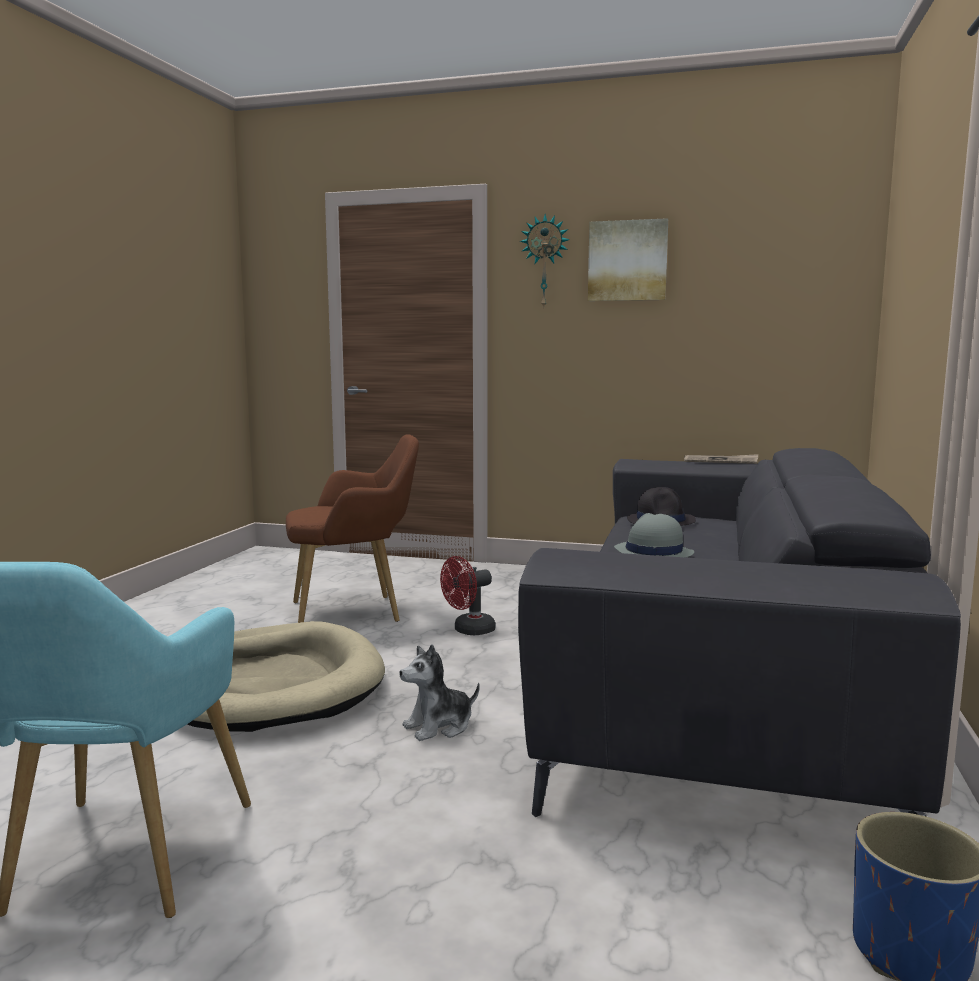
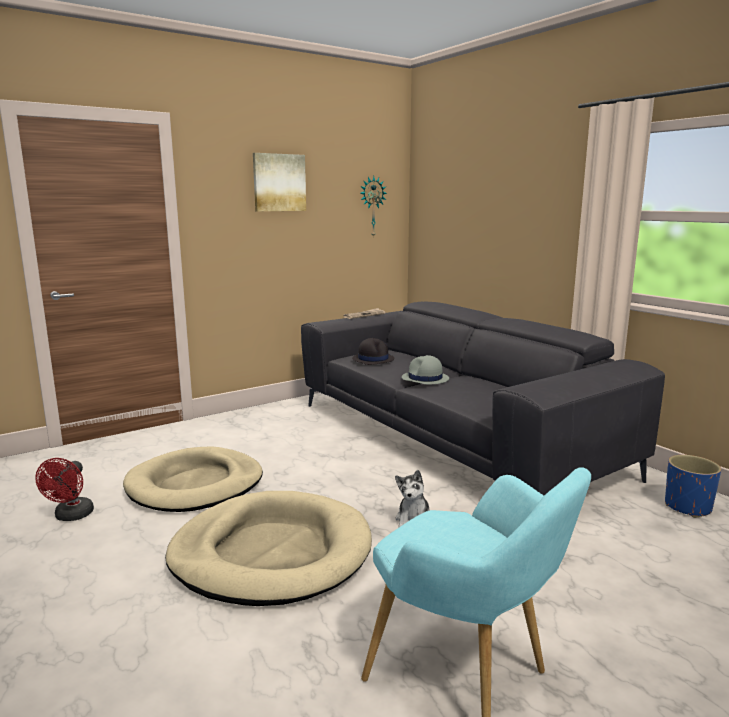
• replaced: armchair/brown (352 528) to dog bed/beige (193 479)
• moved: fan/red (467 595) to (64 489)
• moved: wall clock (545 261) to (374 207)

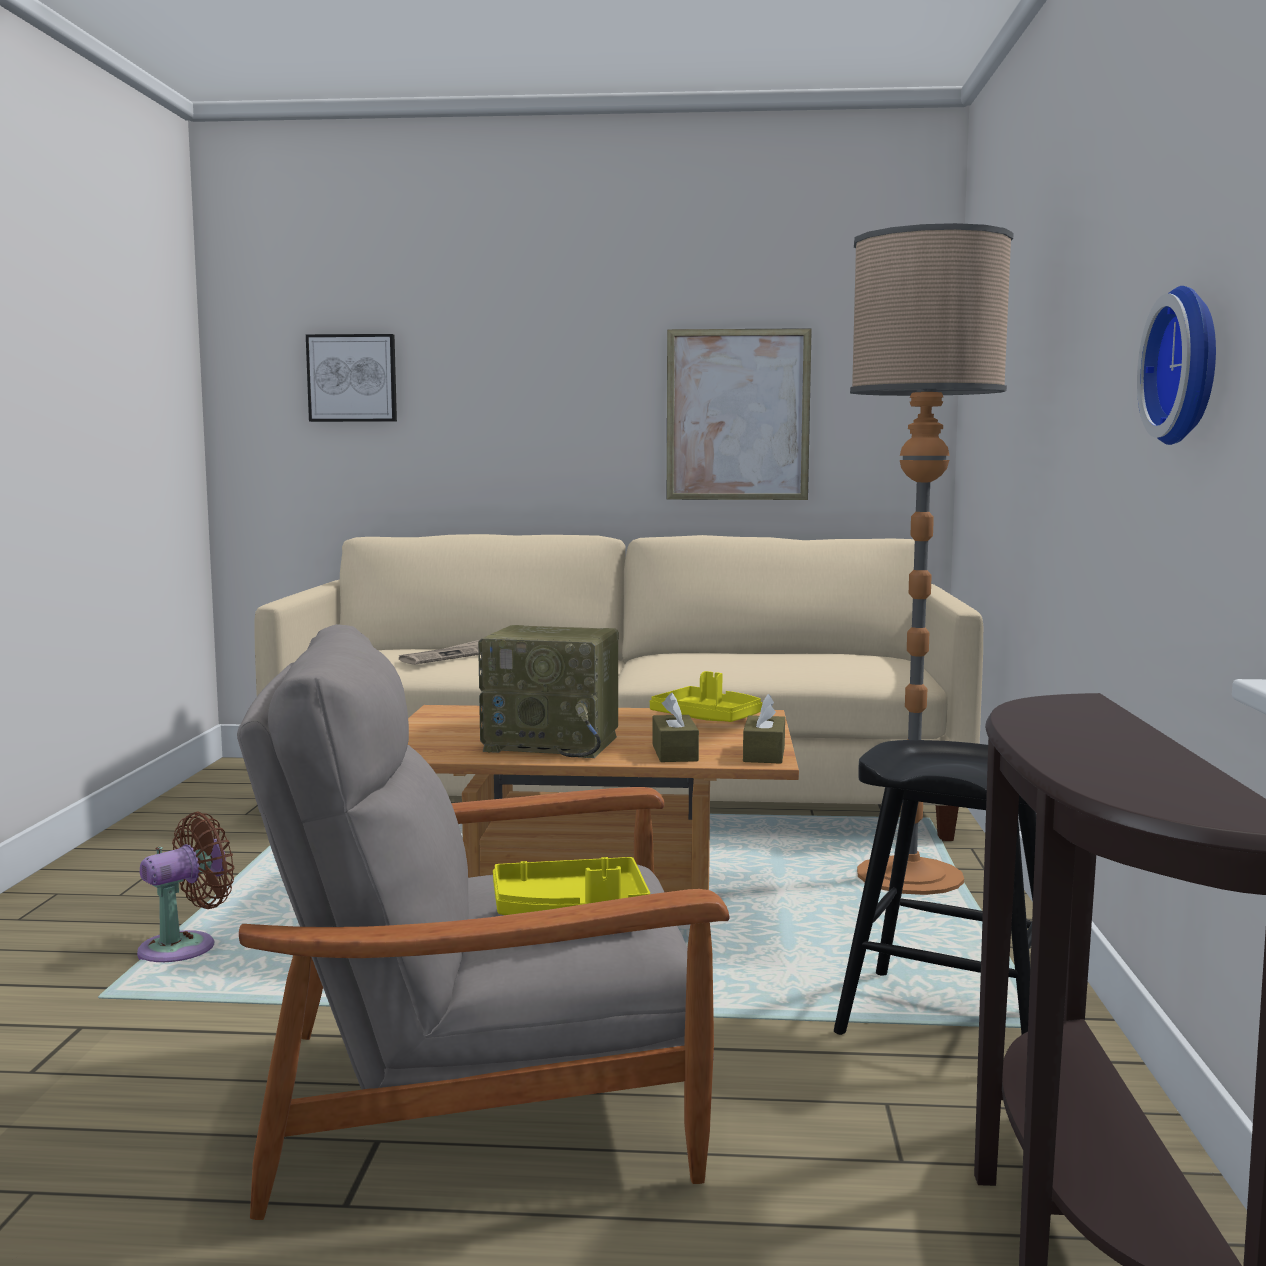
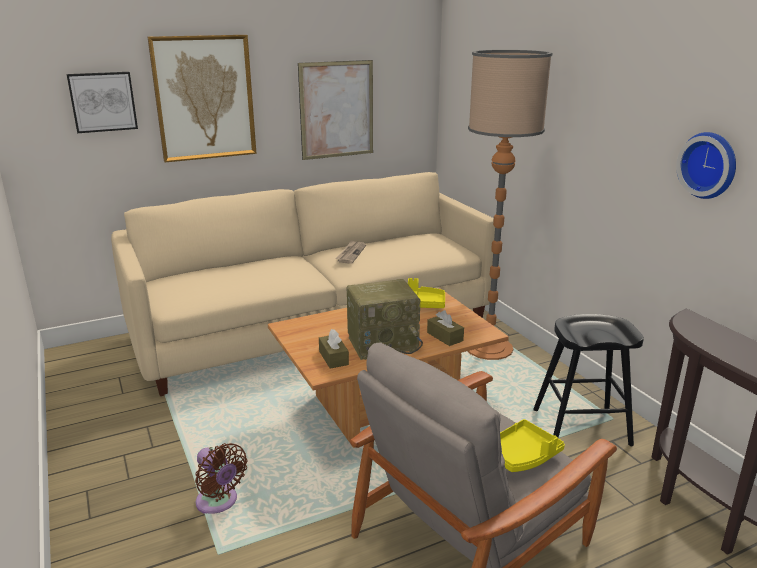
• turned: fan/brown (185 887) = (221 478) 120 degrees clockwise
• moved: newspaper (440 652) to (350 252)
• moved: tissue box/brown (764 729) to (334 349)
• added: picture (202 98)

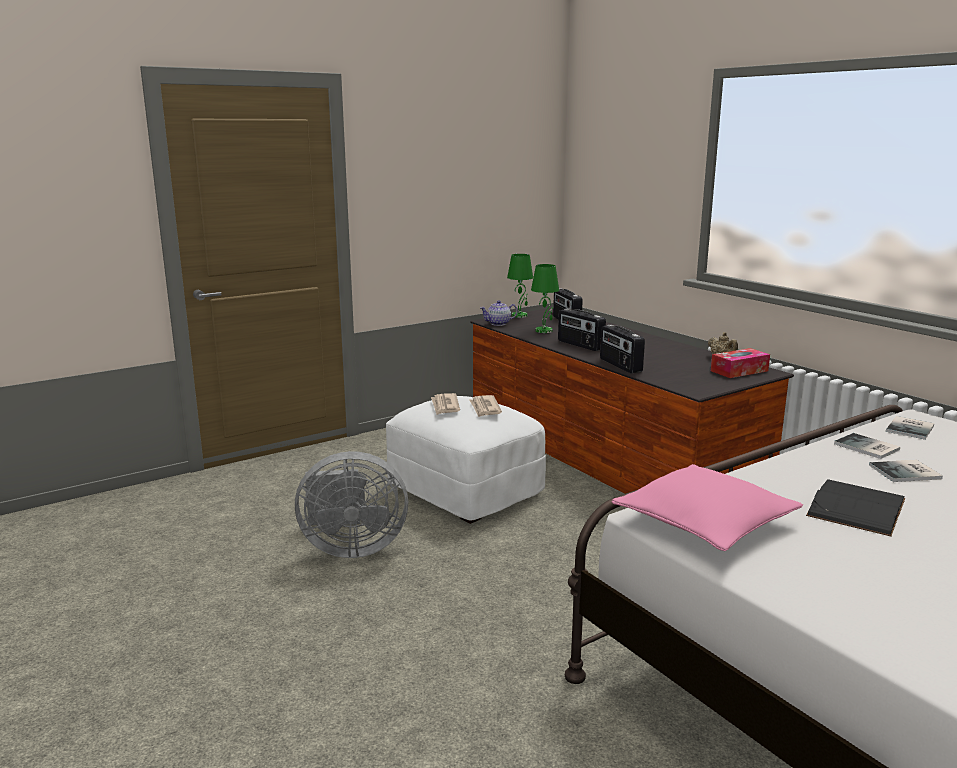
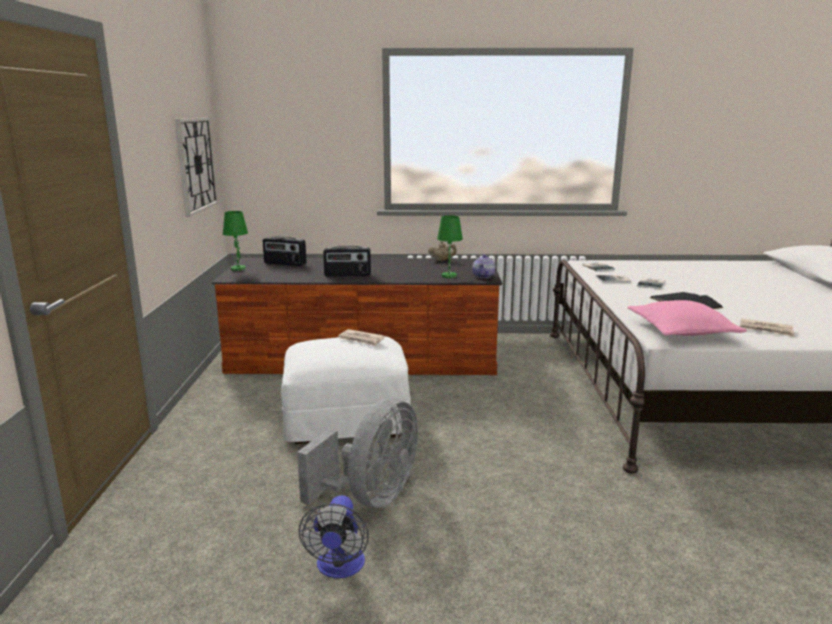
• moved: newspaper (445 404) to (767 328)
• moved: teapot (499 313) to (483 266)
• moved: table lamp/green (545 298) to (450 246)
• removed: radio (622 349)
• removed: tissue box (740 363)
• added: wall clock (197 167)
• added: fan (334 536)

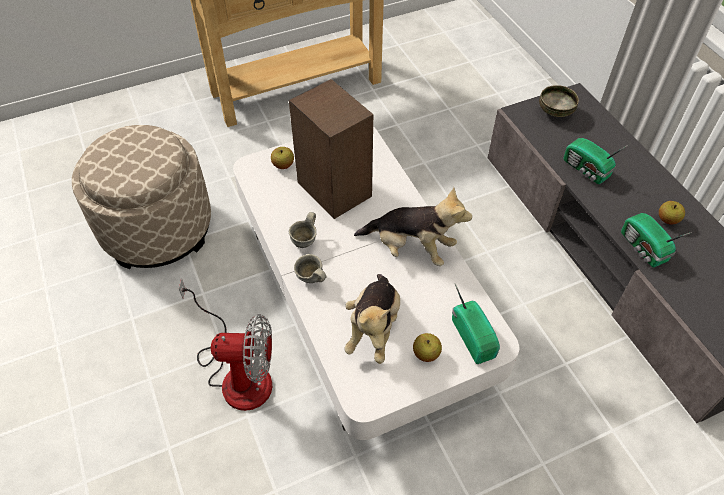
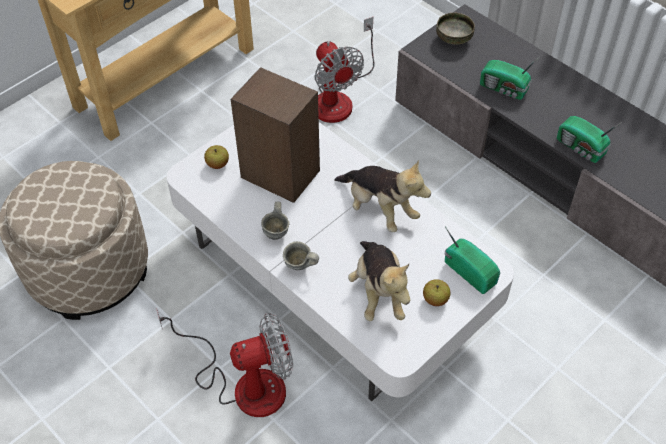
• turned: plush toy (413 226) = (382 196) 45 degrees clockwise
• removed: apple (672 213)
• added: fan (345 70)

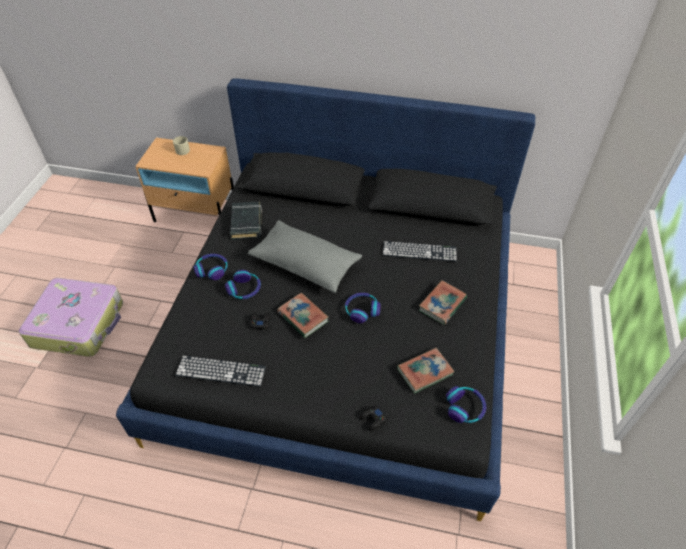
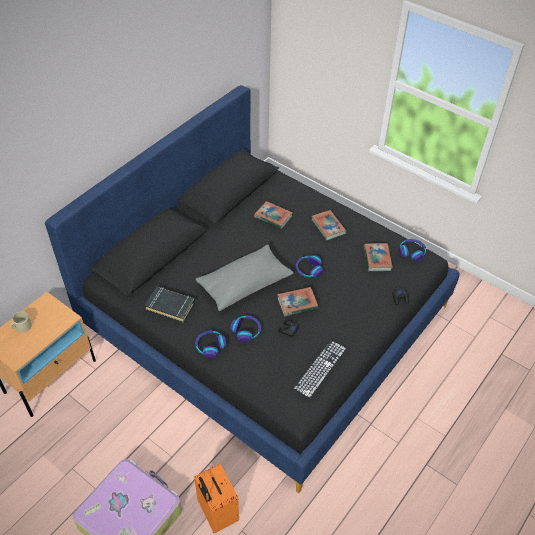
• replaced: keyboard (420 251) to book (273 215)
• added: suitcase/orange (216 499)

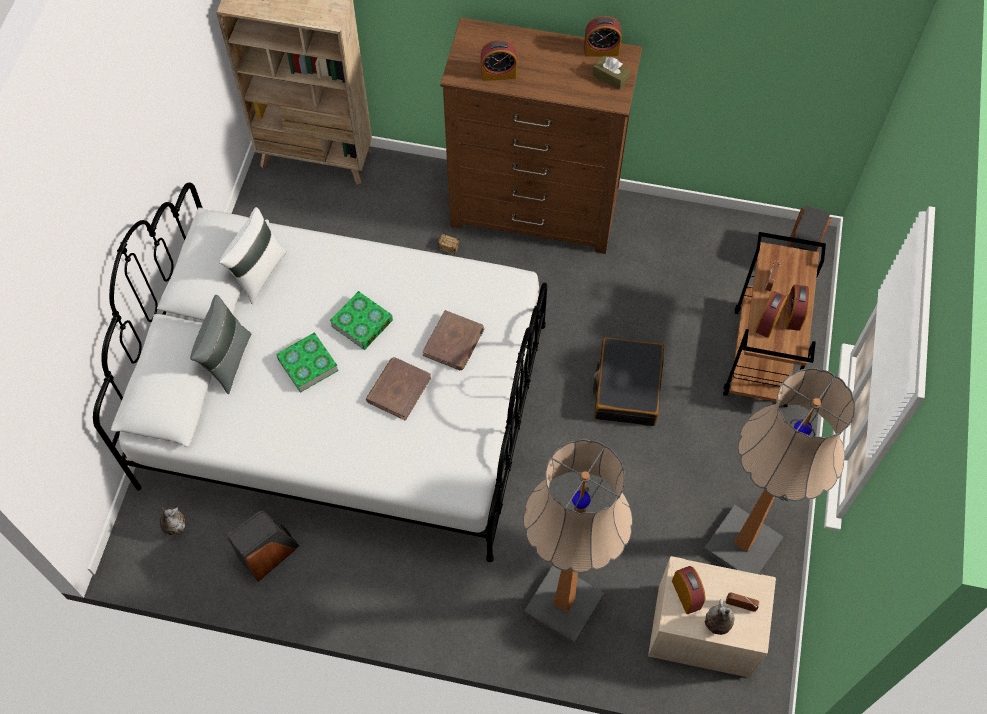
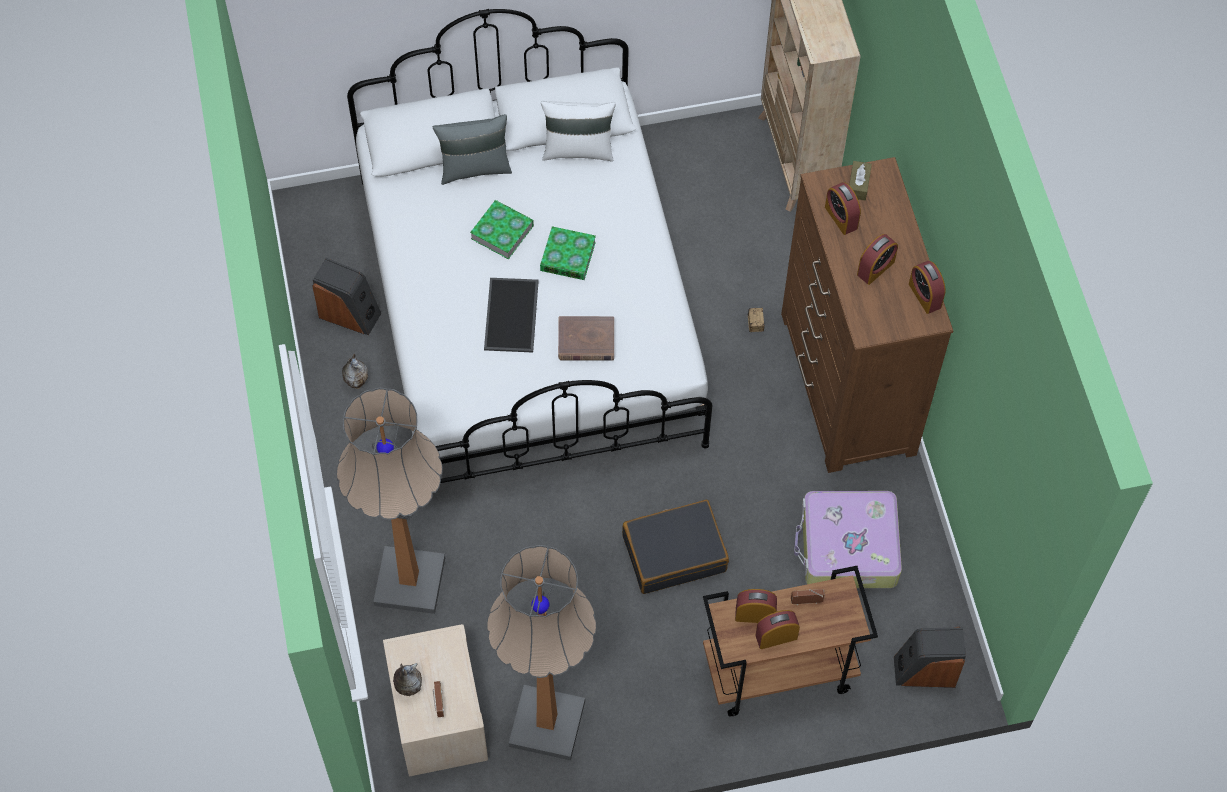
• moved: vase (173 521) to (355 371)
• replaced: book/brown (398 388) to tray (511 315)
• moved: tissue box/brown (611 73) to (860 180)
• moved: alarm clock (689 590) to (877 259)
• added: suitcase (848 539)

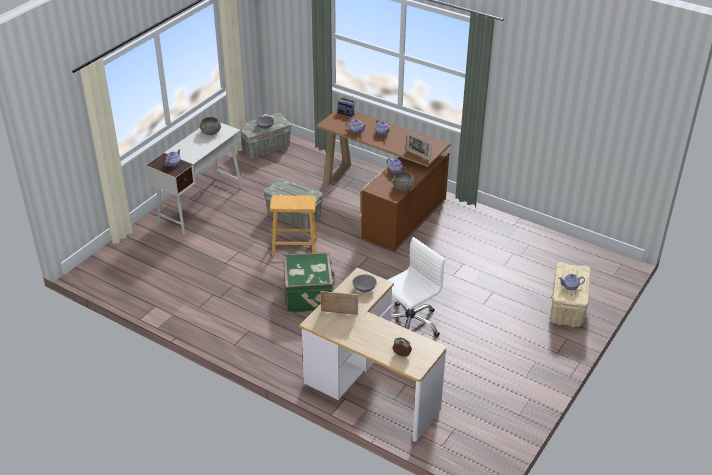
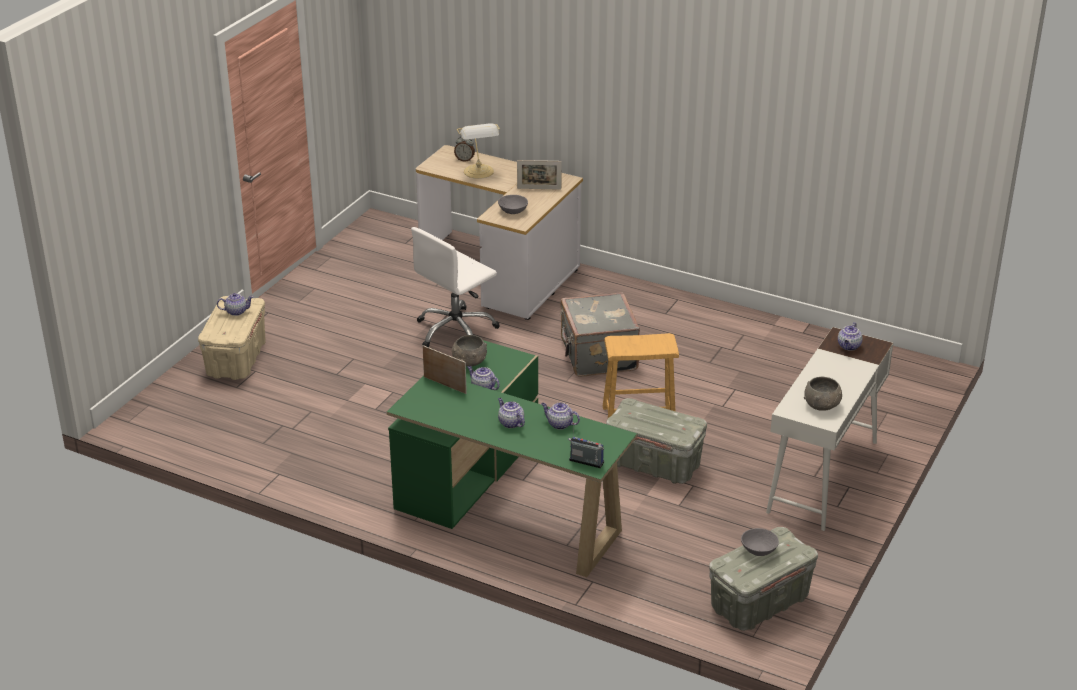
• recoloured: suitcase/green (309 282) to suitcase/grey (600 334)
• recoloured: desk/brown (383 180) to desk/green (512 458)
• added: table lamp (478 151)

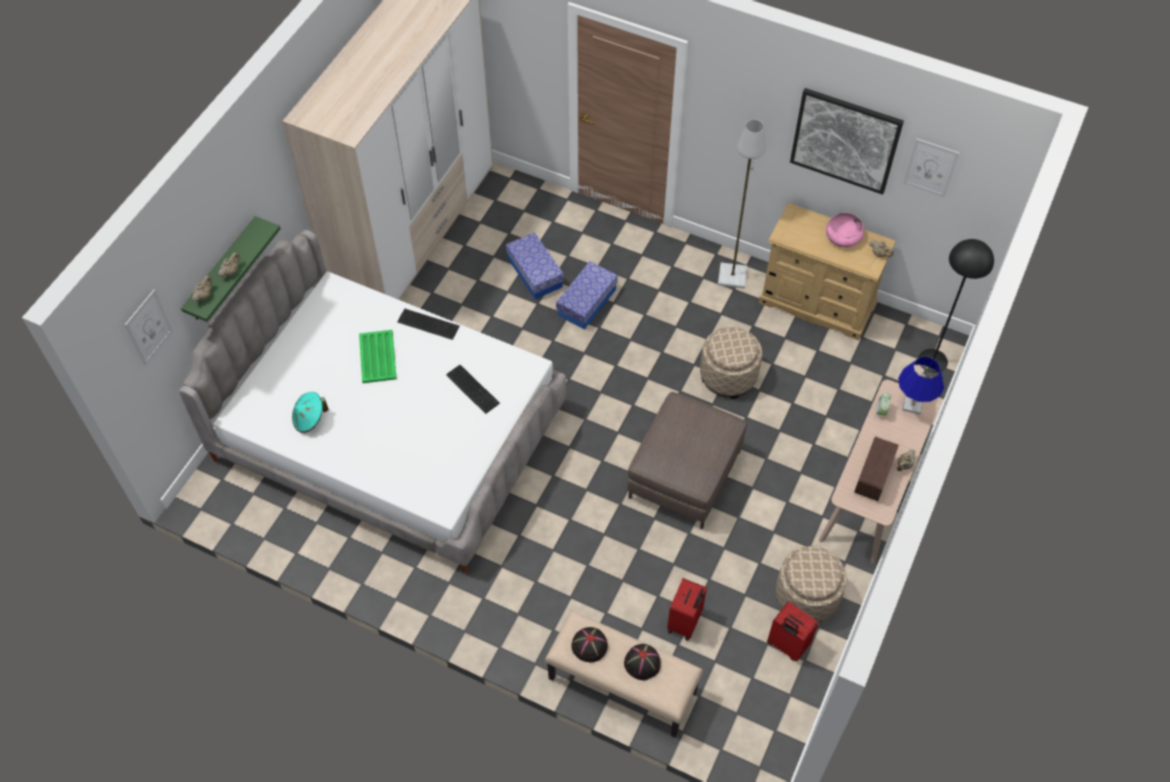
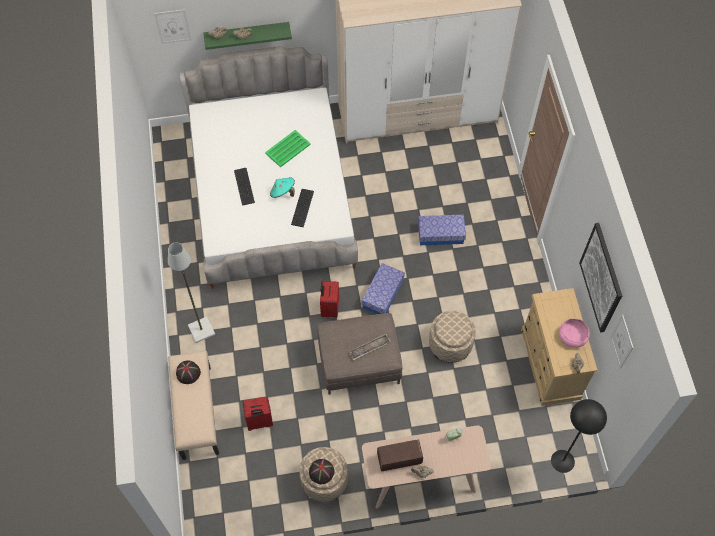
• moved: hat/turquoise (310 412) to (282 187)
• moved: keyboard (428 324) to (244 187)
• moved: storage box (535 265) to (383 288)
• moved: hat/black (642 662) to (321 471)
• moved: floor lamp/grey (742 203) to (191 292)
• moved: suitcase/red (792 631) to (329 299)
• removed: table lamp/blue (921 385)
• added: tray (370 346)

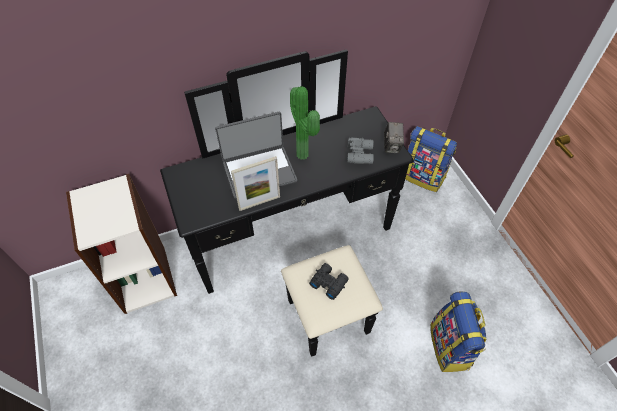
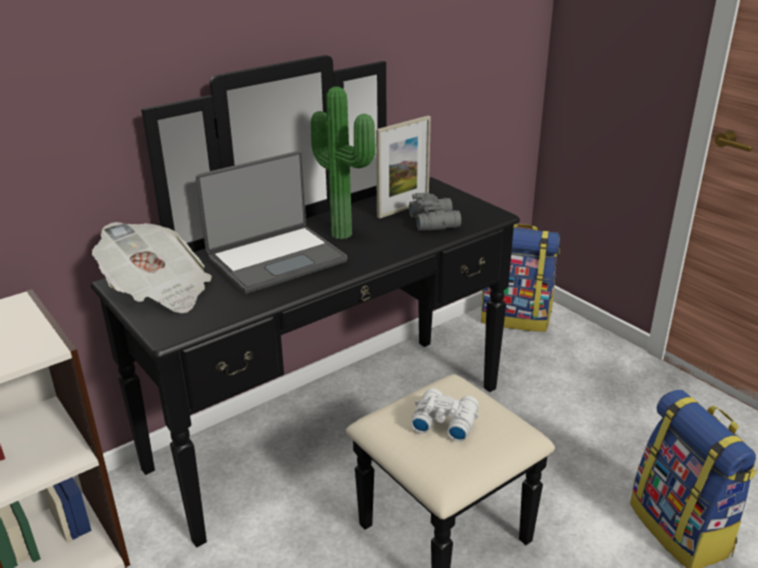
• moved: picture frame (255 183) to (403 167)
• recoloured: binoculars/black (329 281) to binoculars/white (445 415)
• removed: photo camera (394 137)
• added: newspaper (152 267)

